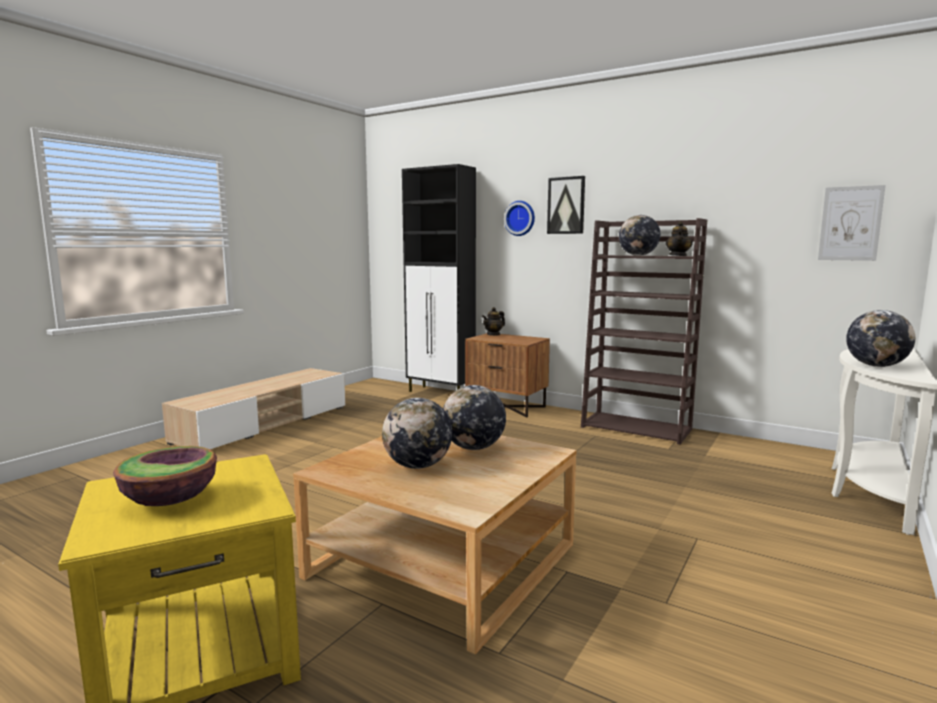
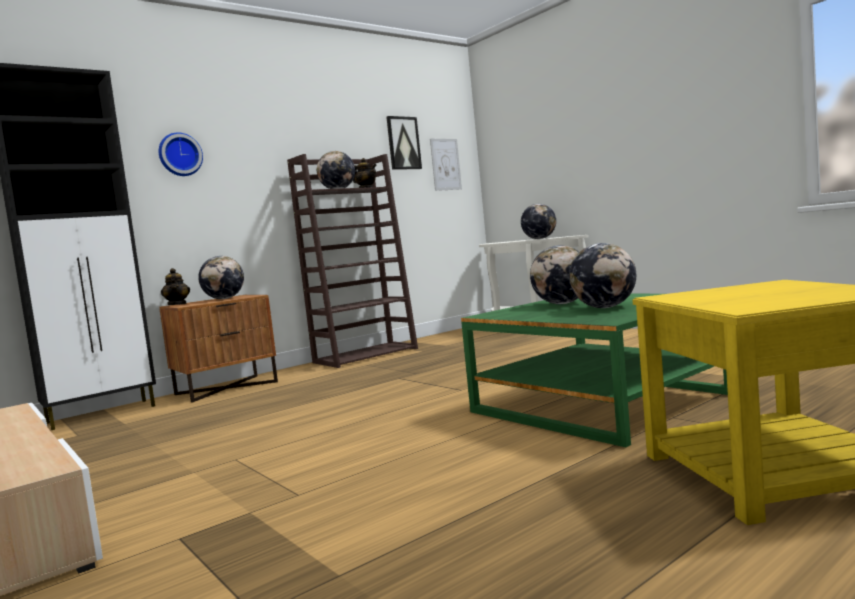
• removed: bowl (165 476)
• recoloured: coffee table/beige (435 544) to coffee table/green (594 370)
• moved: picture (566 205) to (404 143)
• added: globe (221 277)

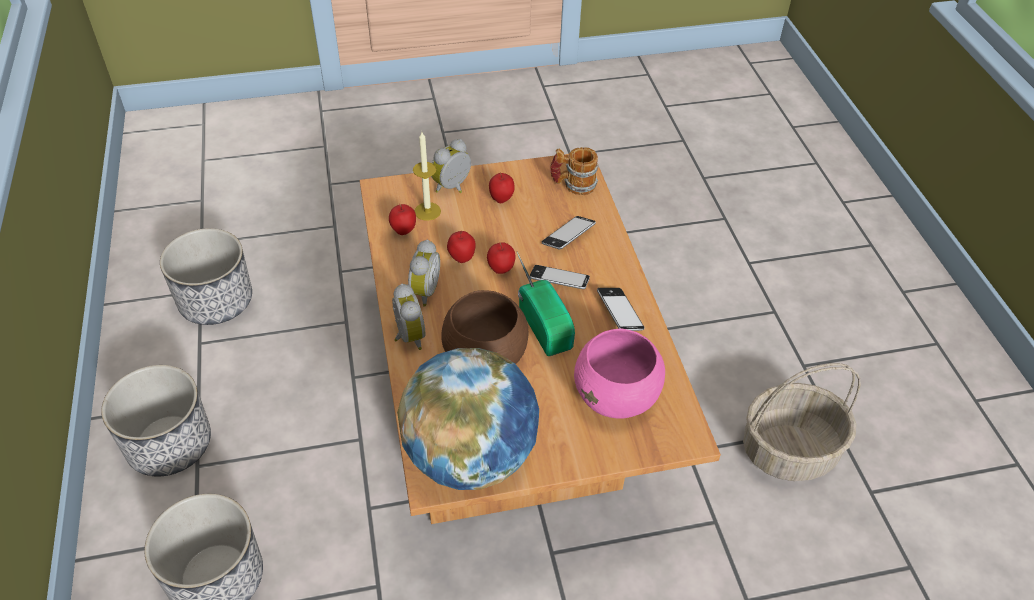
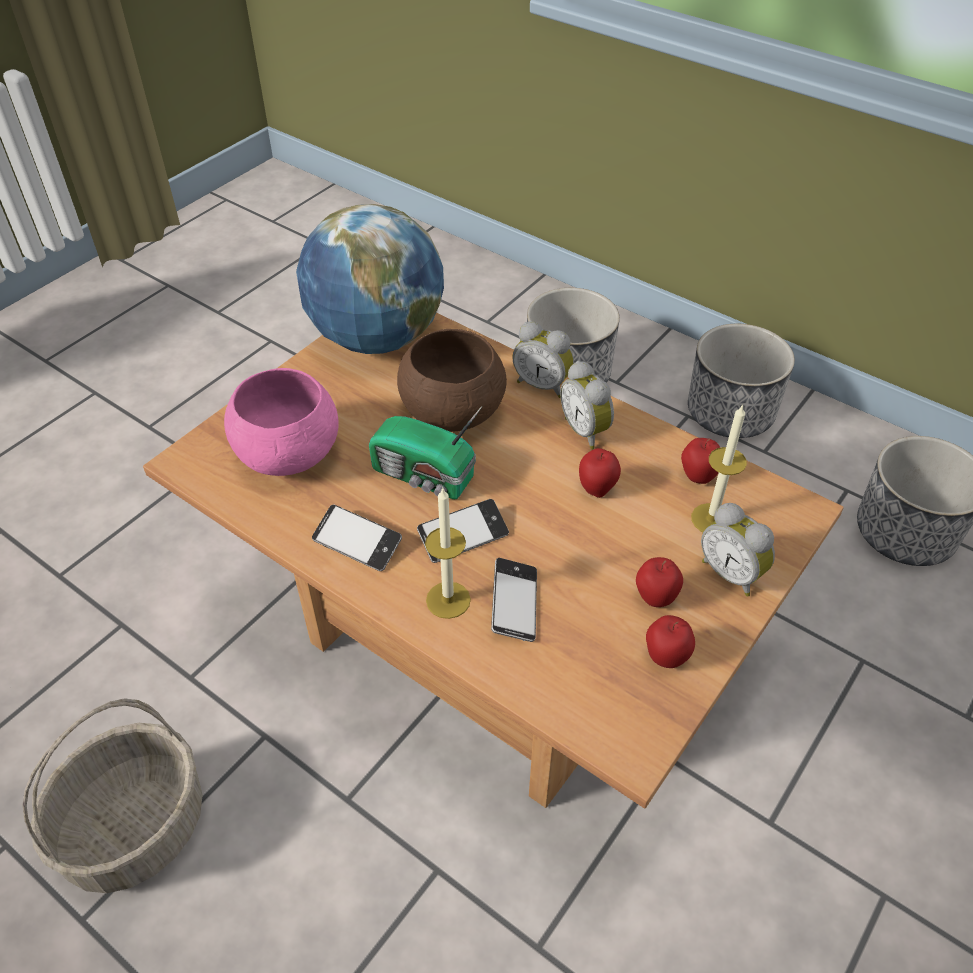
• turned: alarm clock (451 166) = (738 550) 135 degrees clockwise
• moved: apple (501 258) to (670 641)
• removed: mug (574 171)
• added: candle (448 553)

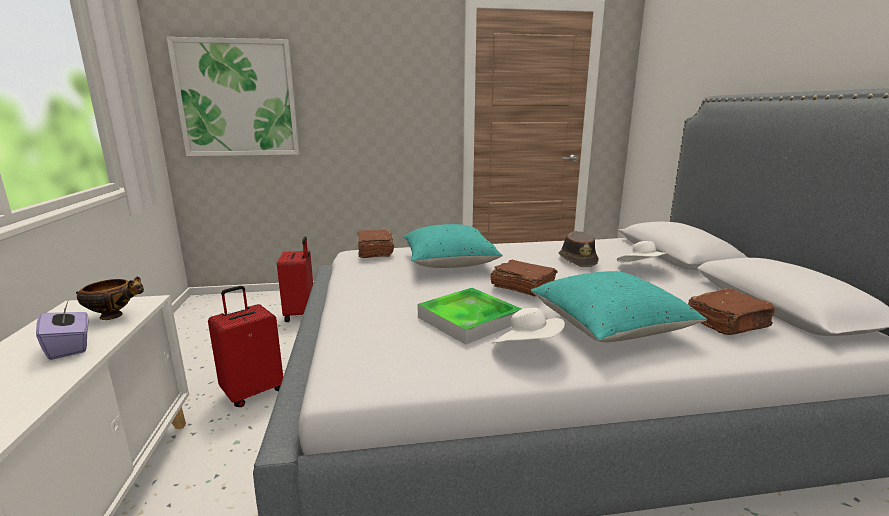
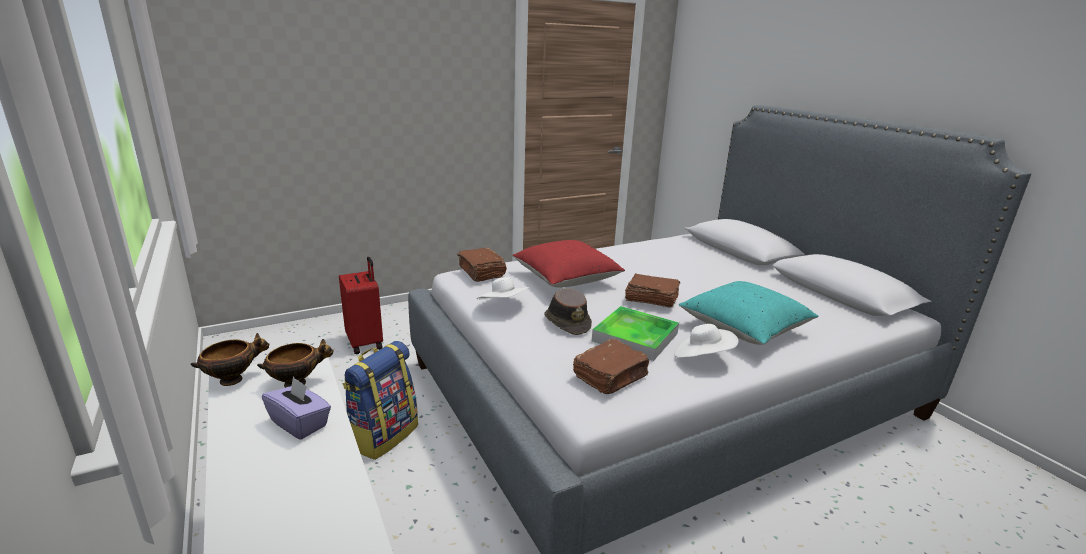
• removed: picture (233 96)
• replaced: suitcase/red (245 346) to backpack (380 400)
• recoloured: pillow/turquoise (453 246) to pillow/red (569 263)
• moved: hat/brown (579 249) to (568 311)
• moved: hat/white (643 252) to (503 288)
• moved: book/brown (731 311) to (611 366)
• added: bowl (230 359)

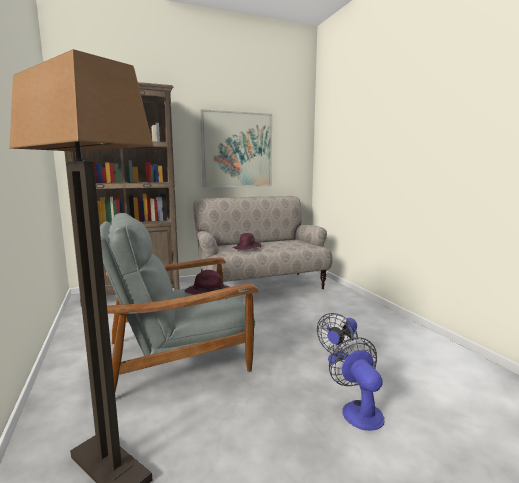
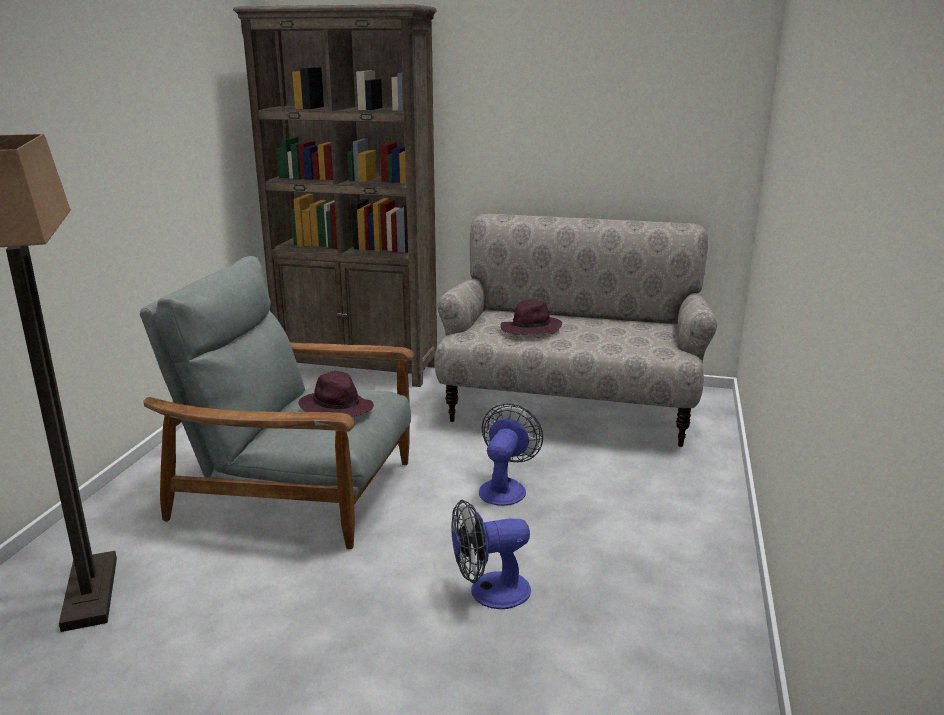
• removed: picture (236 148)
• moved: fan (357 384) to (511 455)

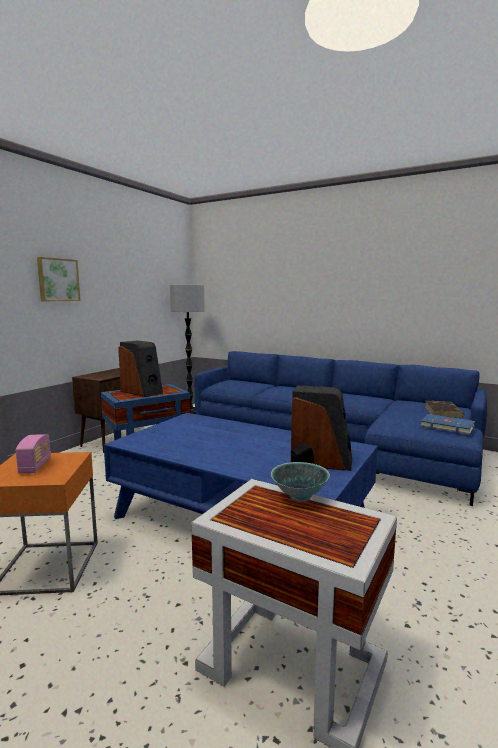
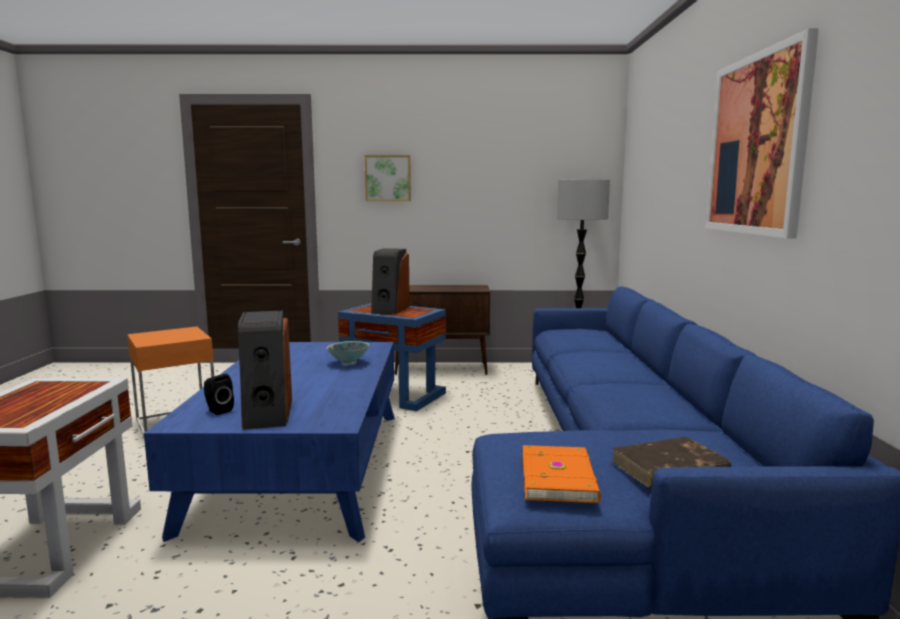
• removed: radio (33 454)
• moved: bowl (300 482) to (348 353)
• recoloured: book/blue (448 424) to book/orange (561 474)
• added: picture (762 133)

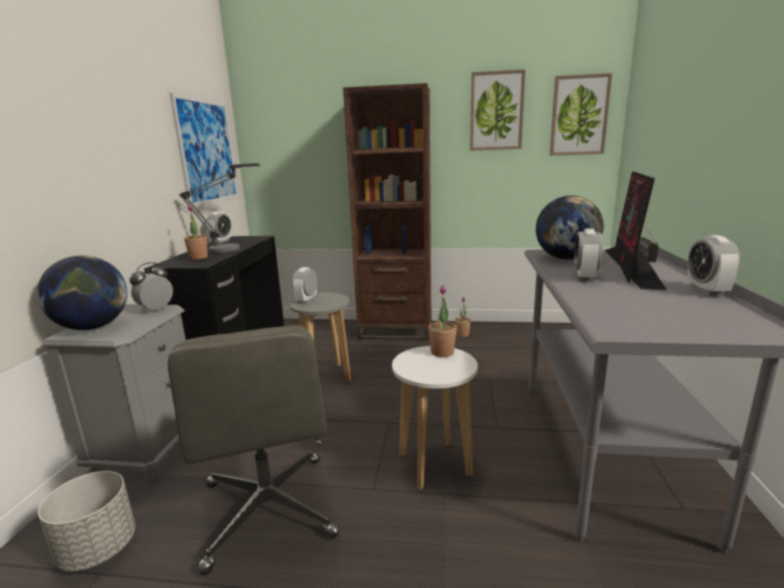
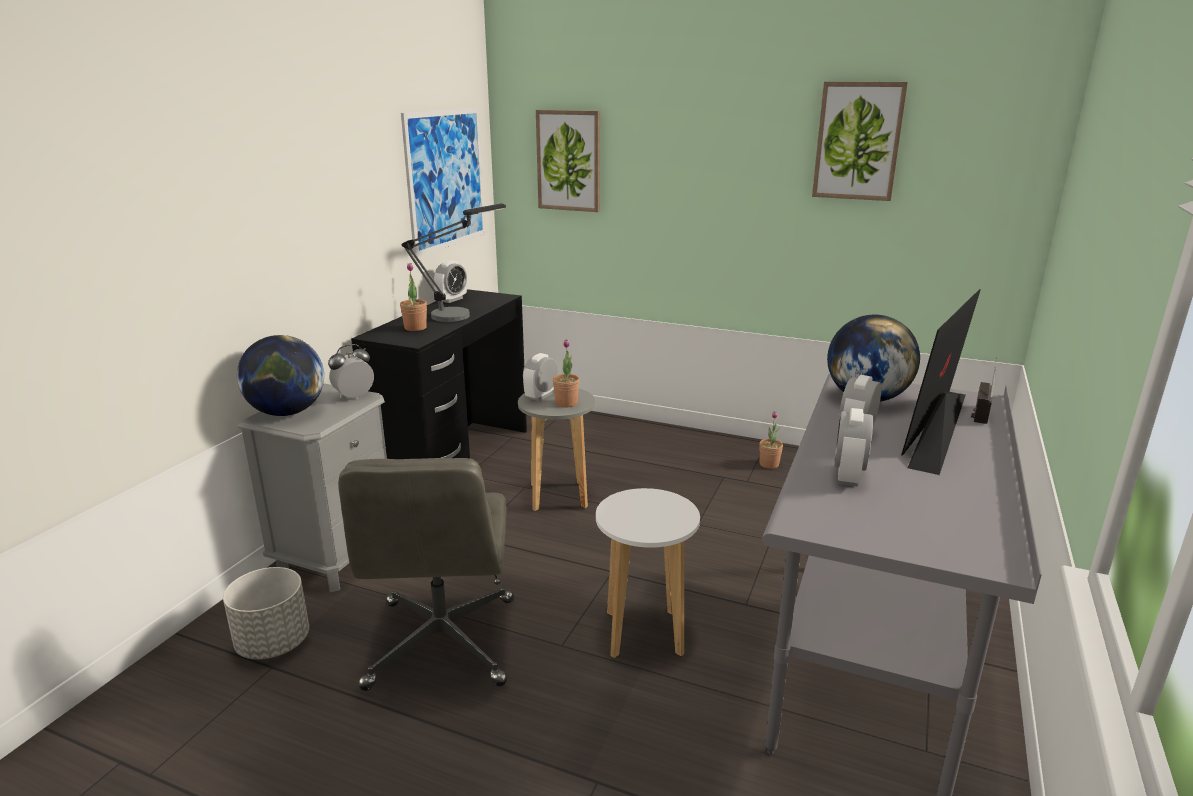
• removed: bookcase/brown (387 211)
• moved: potted plant (442 321) to (566 373)
• moved: picture (581 114) to (568 161)
• moved: alarm clock (713 265) to (853 447)

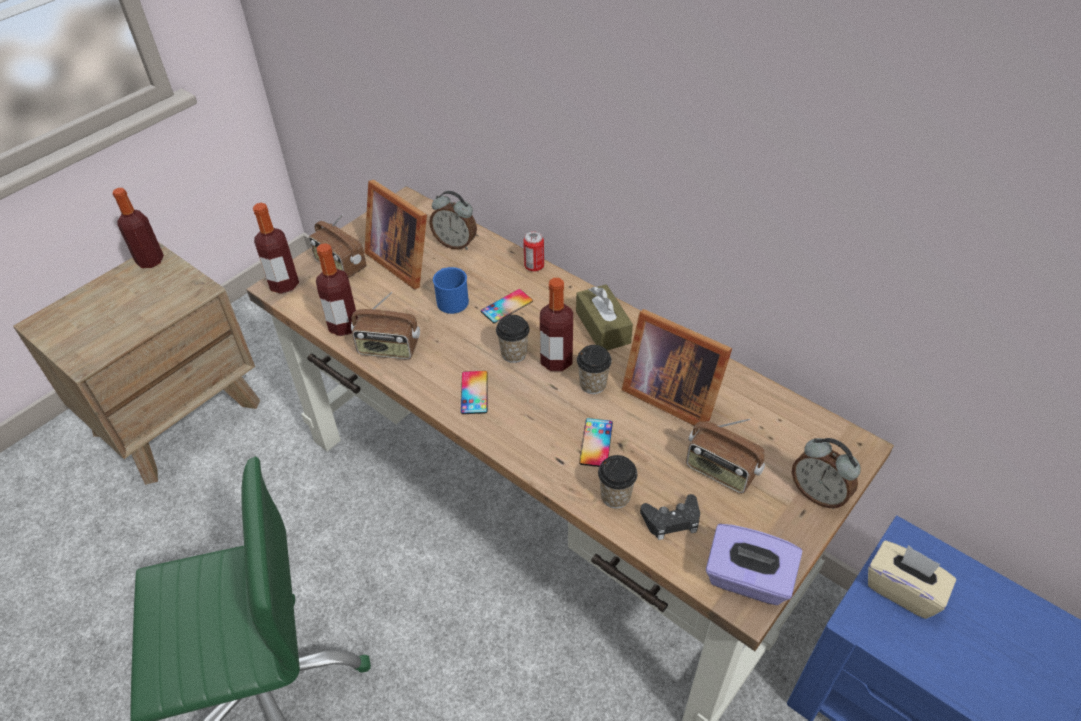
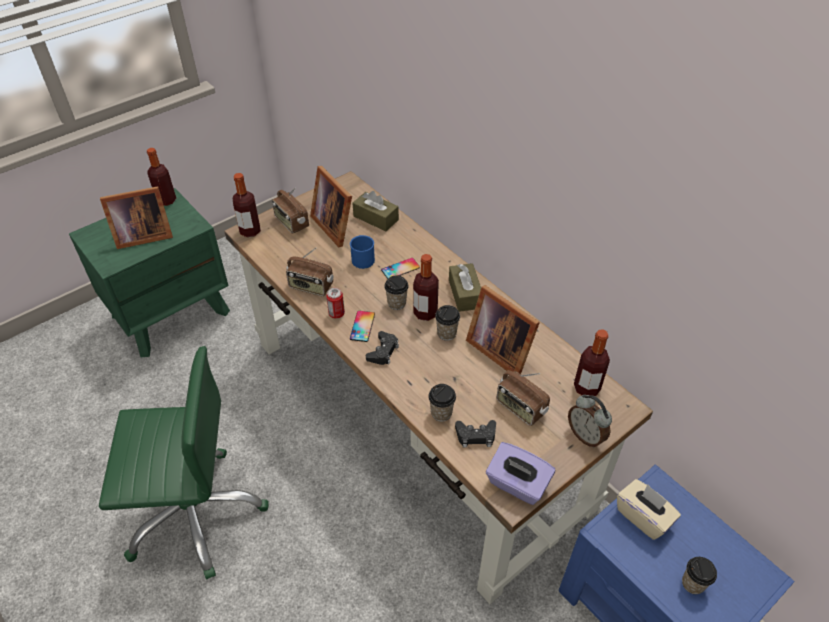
• recoloured: nightstand/brown (136 364) to nightstand/green (149 272)
• moved: bottle (337 289) to (592 363)
• replaced: alarm clock (453 220) to tissue box/brown (376 211)
• moved: can (533 251) to (335 303)
• removed: phone (596 442)
• added: picture frame (136 217)
• added: game controller/black (382 348)
• added: cup (699 575)

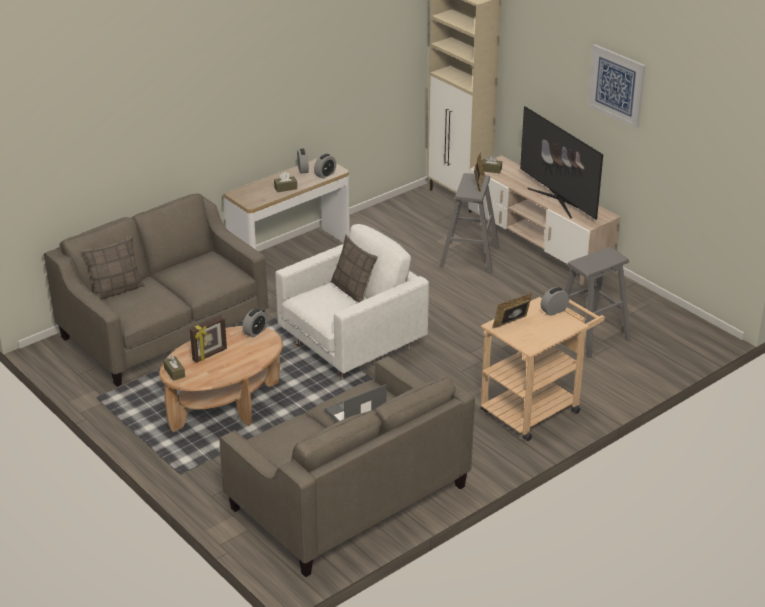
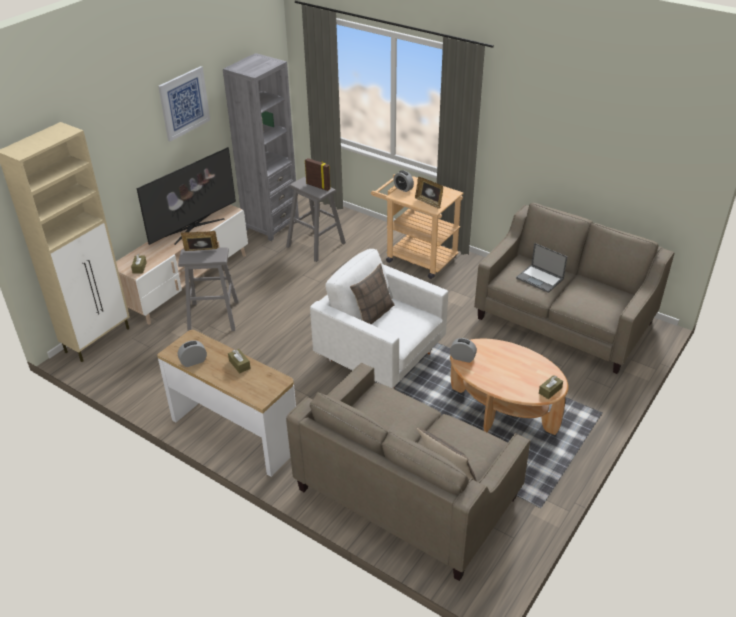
• moved: picture frame (208 339) to (318 174)
• removed: alarm clock (325 166)
• added: bookcase/grey (261 147)

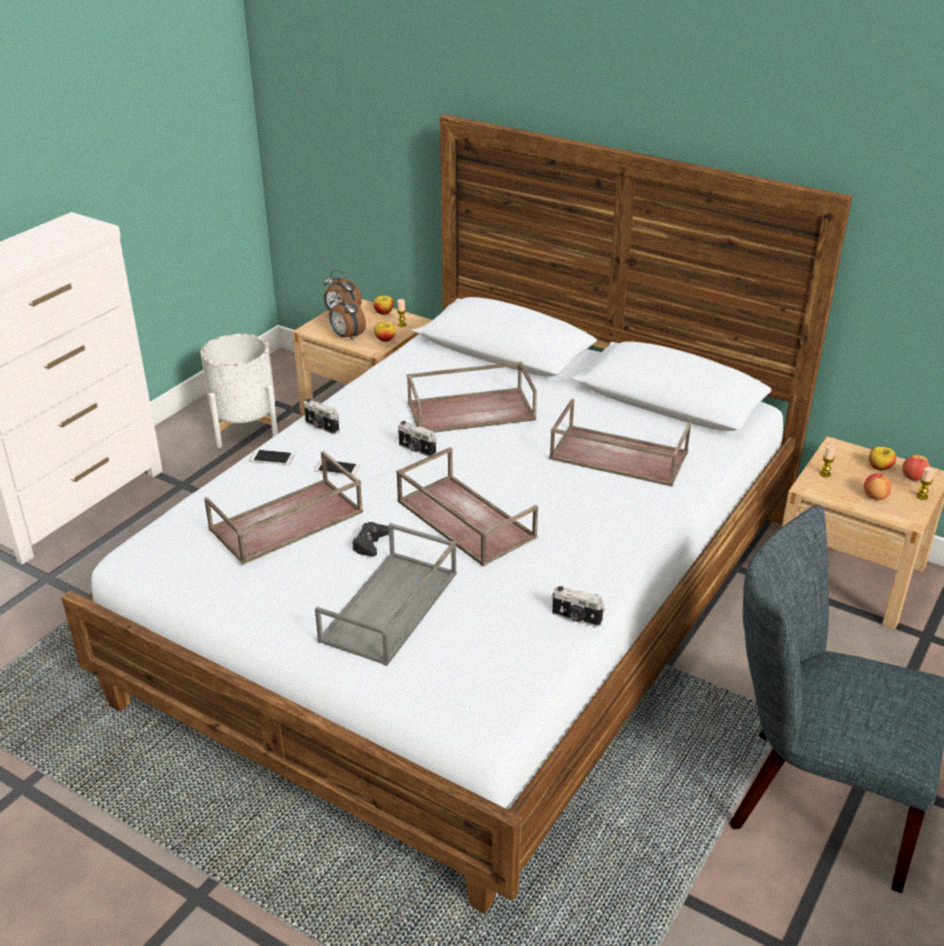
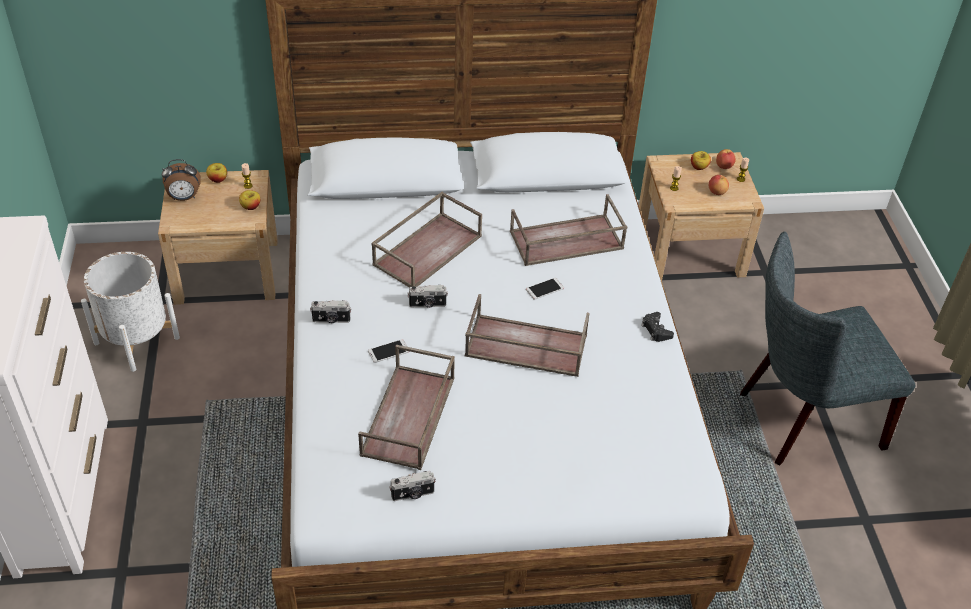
• moved: phone (272 457) to (545 289)
• removed: tray/grey (386 594)
• removed: alarm clock (347 315)
• moved: game controller/black (370 539) to (657 327)
• moved: photo camera (578 606) to (412 486)

